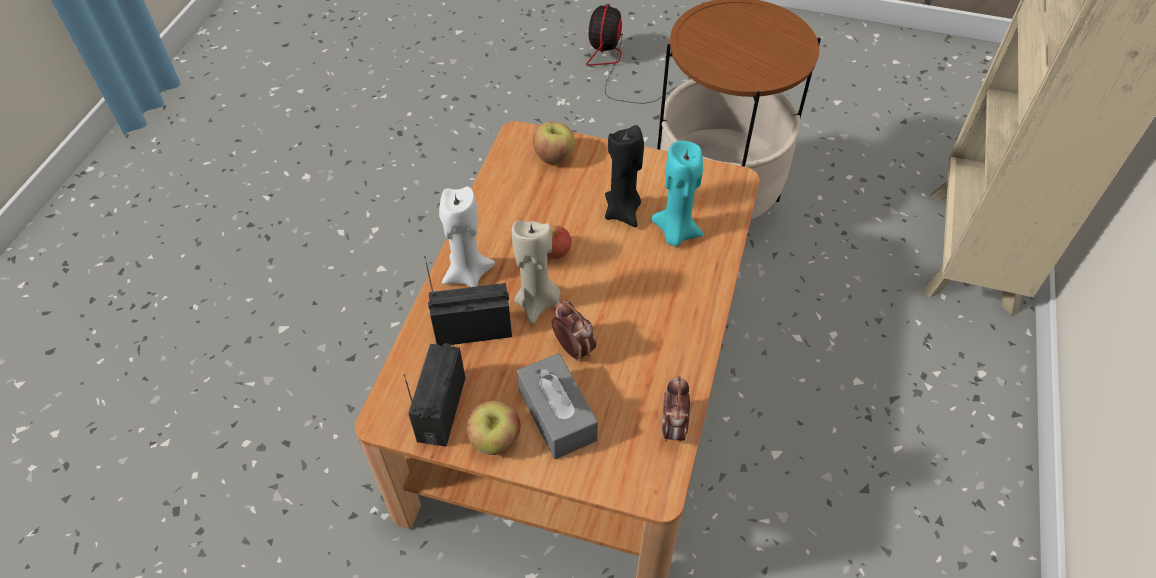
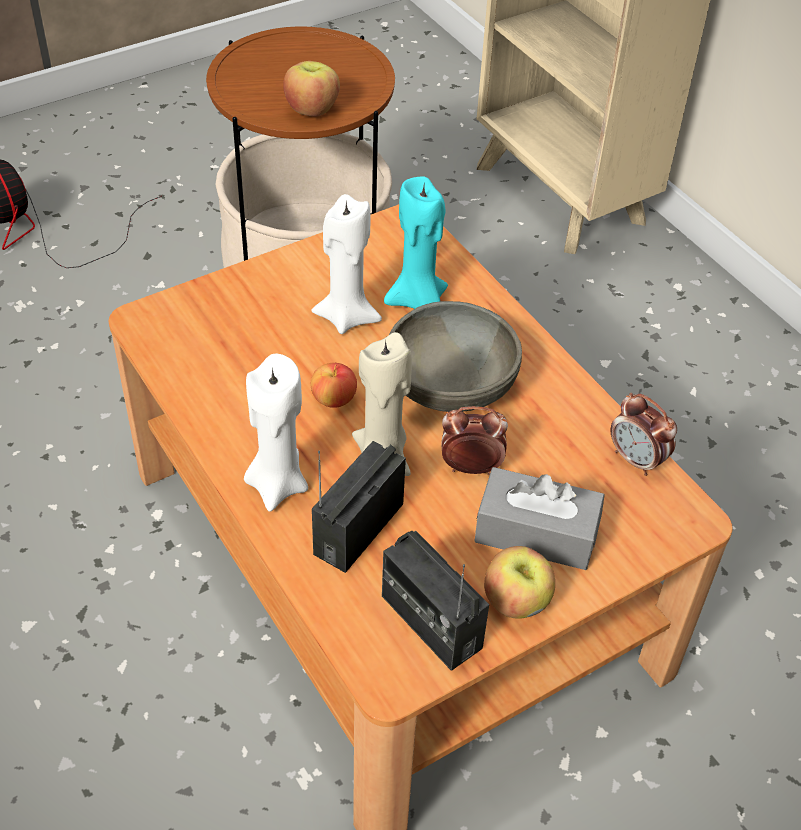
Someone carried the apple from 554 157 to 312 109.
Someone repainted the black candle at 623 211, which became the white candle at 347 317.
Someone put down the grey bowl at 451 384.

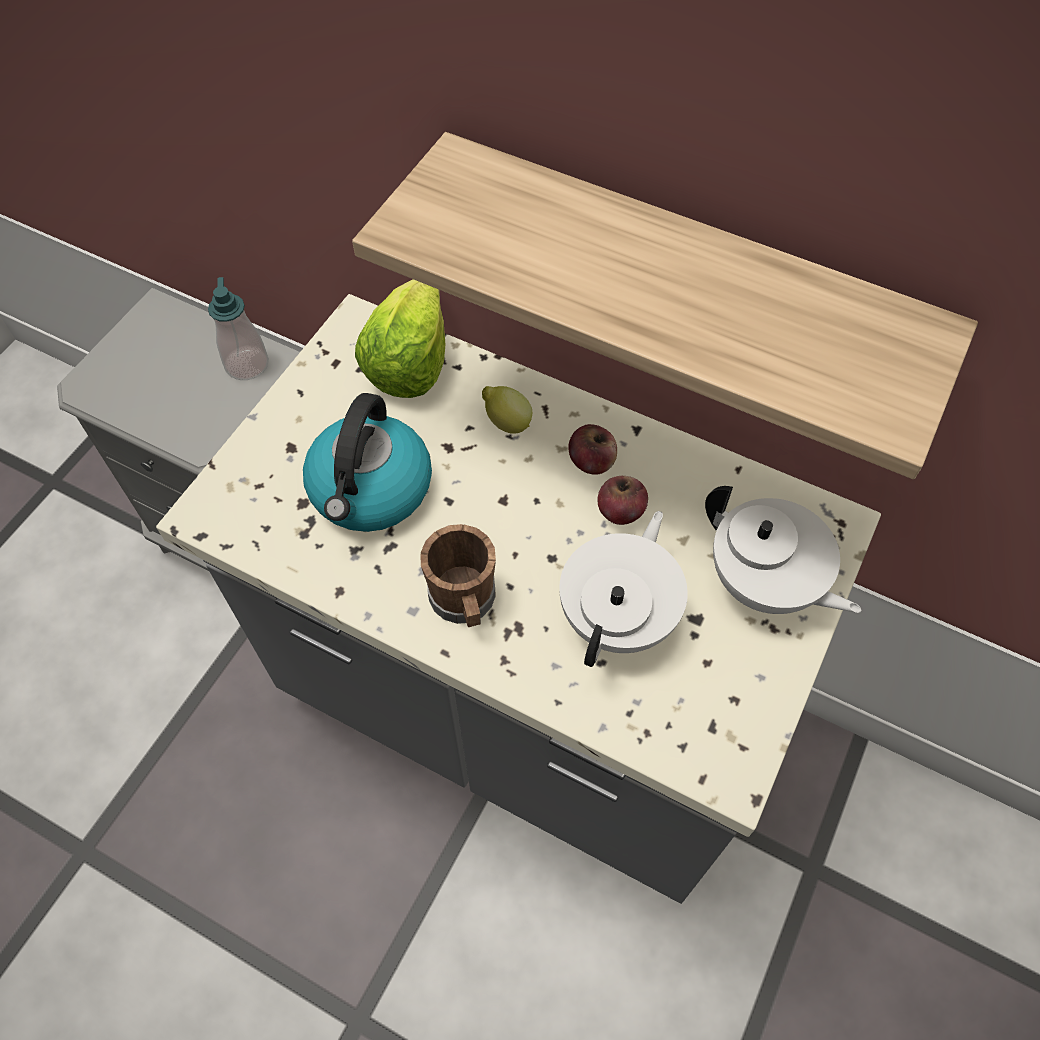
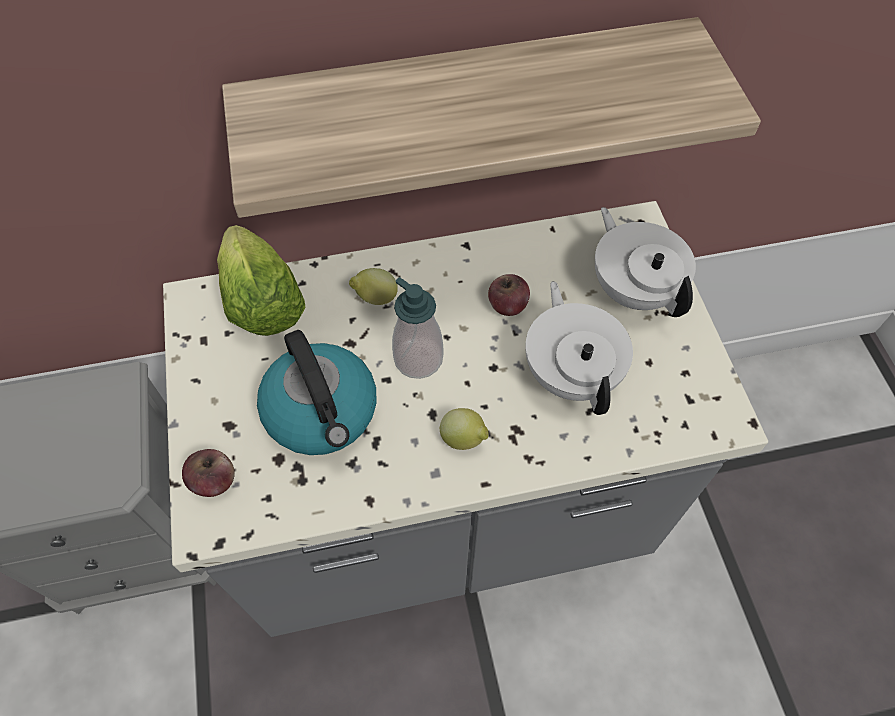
Someone carried the soap dispenser from 247 365 to 418 359.
Someone carried the apple from 591 461 to 214 481.
Someone rotated the white teapot at 763 583 by 120 degrees counterclockwise.
Someone swapped the brown mug at 464 601 for the lemon at 464 439.

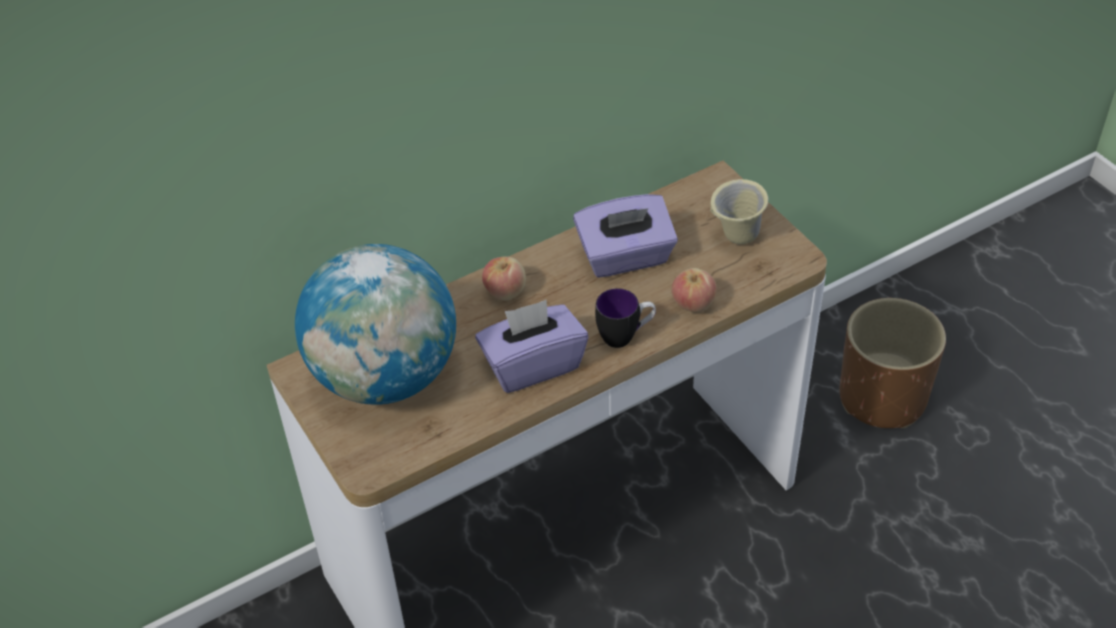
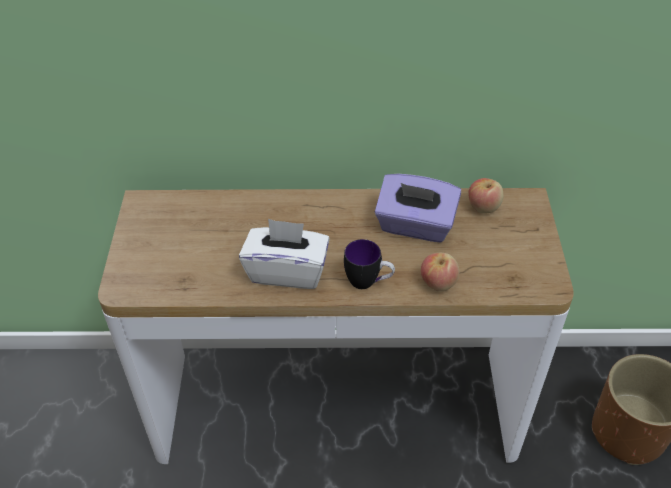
Someone took away the beige mug at 736 238.
Someone took away the globe at 386 376.
Someone carried the apple from 505 291 to 483 207.
Someone repainted the purple tissue box at 532 365, which became the white tissue box at 287 271.

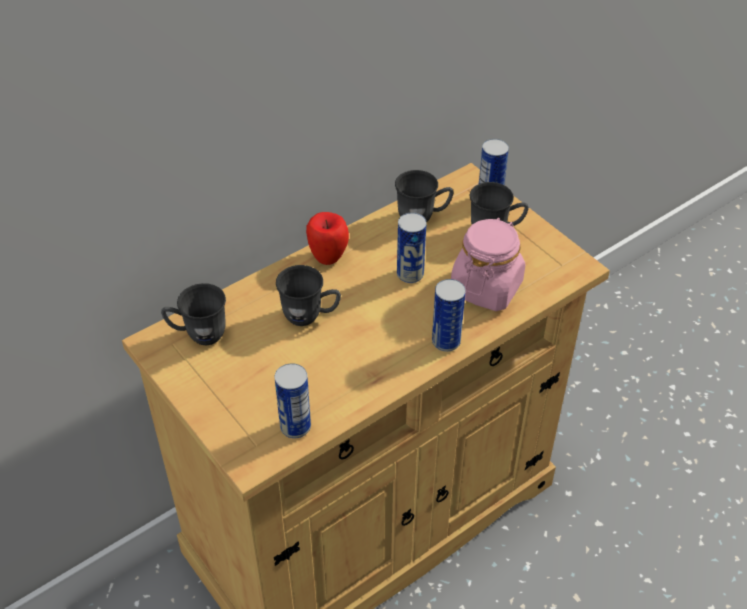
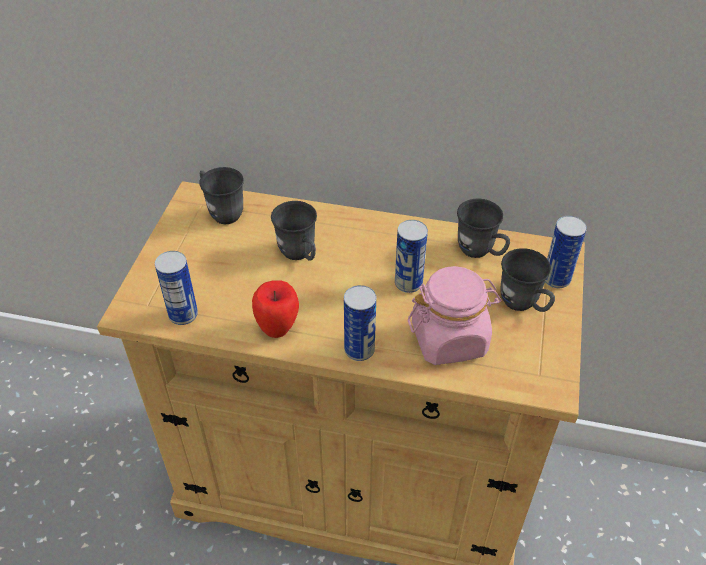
Someone carried the apple from 328 257 to 278 329.

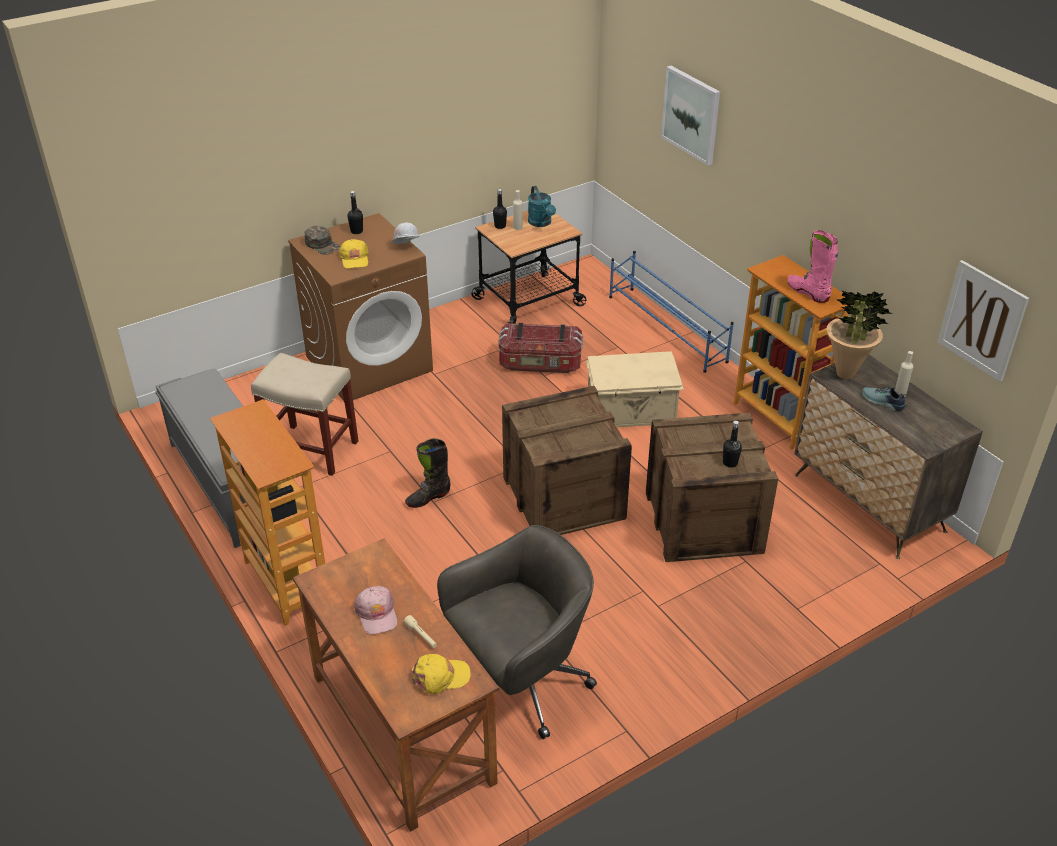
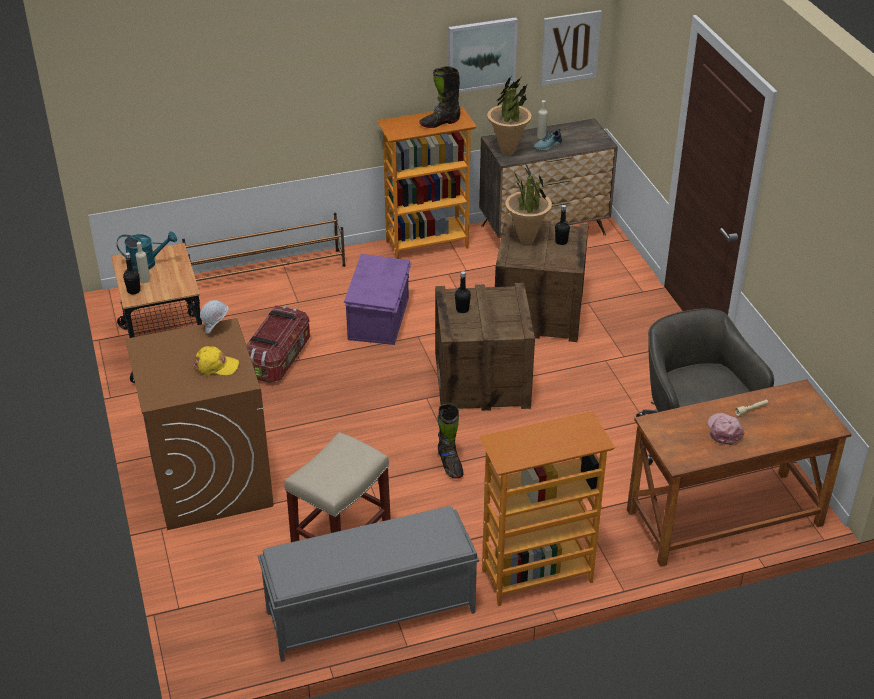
Someone carried the picture from 691 114 to 481 54.
Someone carried the black bottle from 356 231 to 462 309.
Someone took away the green cap at 322 245.
Someone repainted the pink boot at 808 293, which became the black boot at 439 123.
Someone repainted the blue shoe rack at 666 329, which became the brown shoe rack at 267 271.
Someone repainted the beige storage box at 632 411, which became the purple storage box at 380 318.
Someone rotated the pink cap at 377 614 by 90 degrees counterclockwise.
Someone took away the yellow cap at 440 677.
Someone put down the potted plant at 527 240.

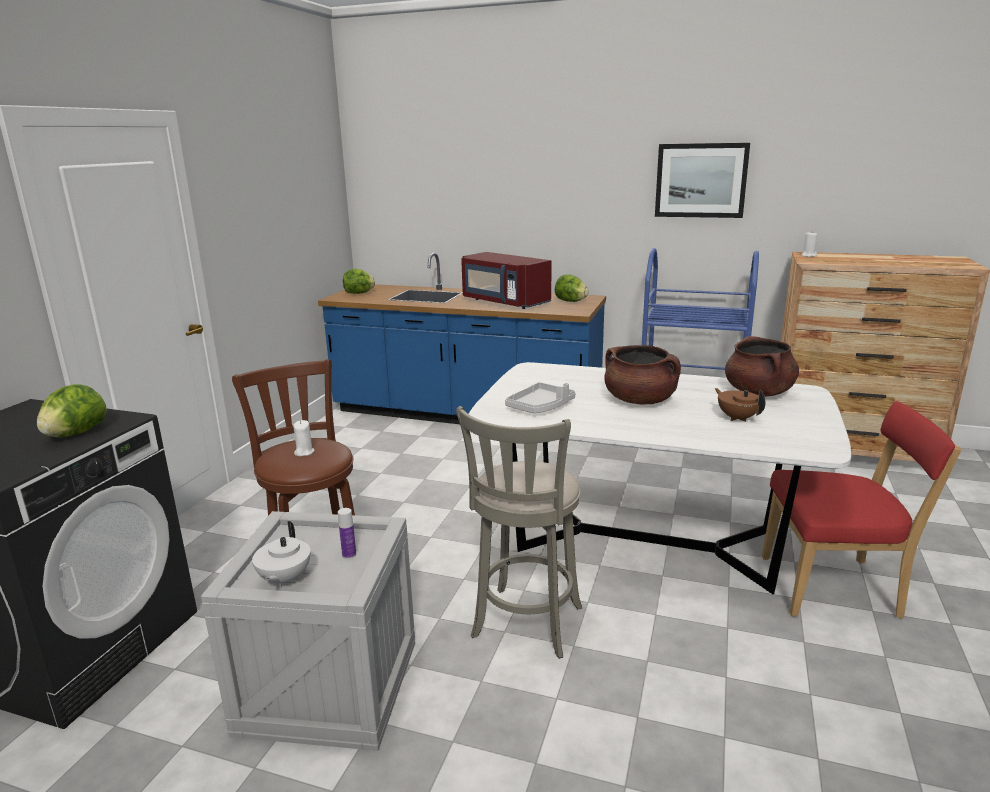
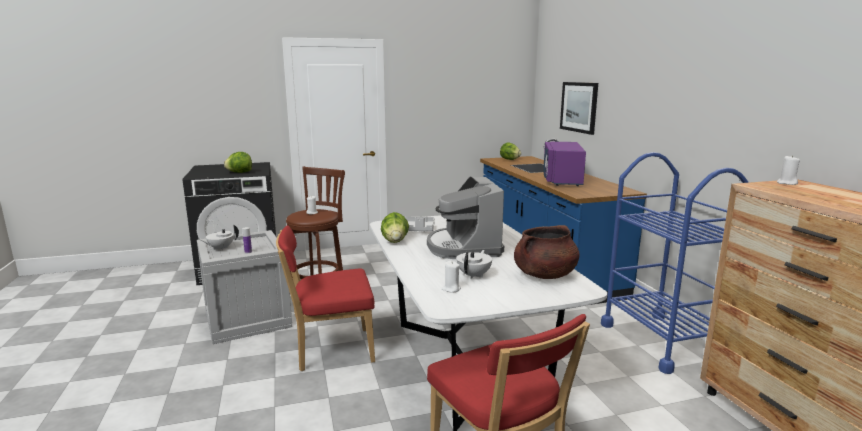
Someone carried the picture from 701 180 to 579 107.
Someone repainted the red microwave at 504 302, which became the purple microwave at 561 180.
Someone carried the lettuce from 570 301 to 395 241.
Someone swapped the brown cooking pot at 639 400 for the coffee machine at 464 247.
Someone repainted the brown teapot at 737 418, which became the white teapot at 474 275.
Someone swapped the grey stool at 525 626 for the red chair at 330 350.
Someone put down the white candle at 451 289.

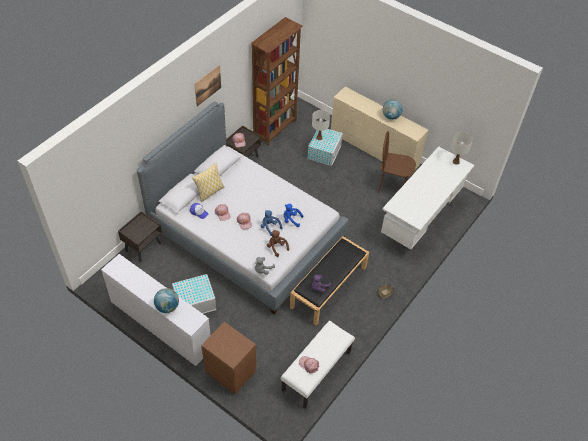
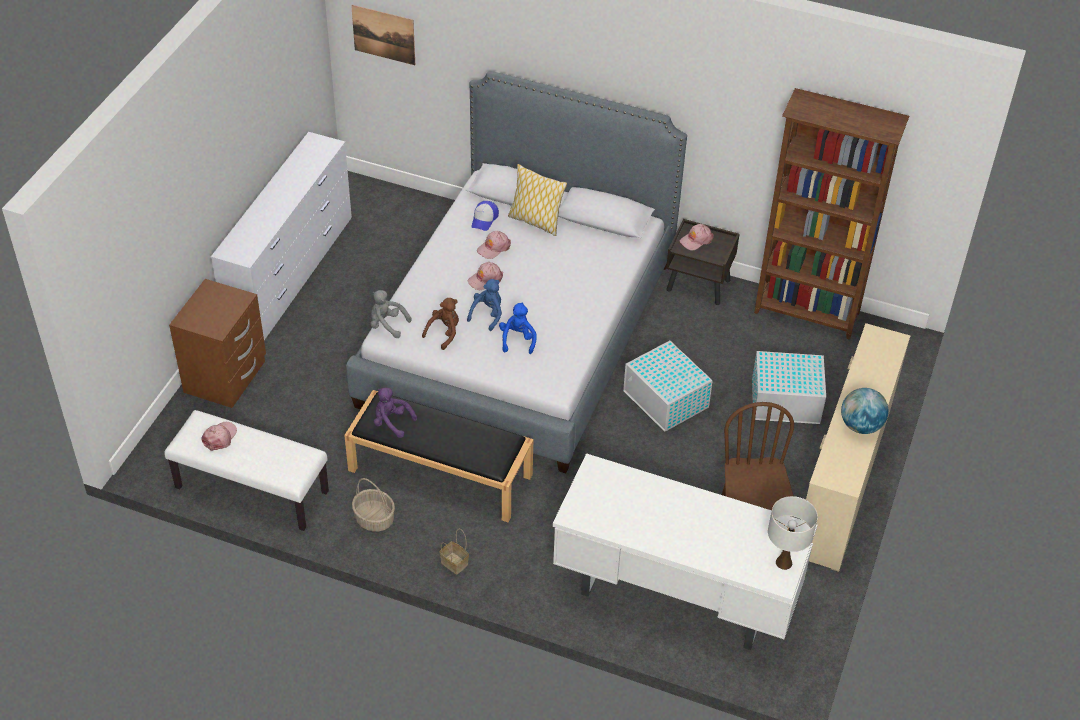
Someone carried the picture from 207 85 to 383 34.
Someone took away the white table lamp at 319 137.
Someone took away the brown nightstand at 143 247.
Someone carried the white storage box from 195 302 to 666 400.
Someone took away the globe at 167 307.
Someone put down the basket at 374 519.

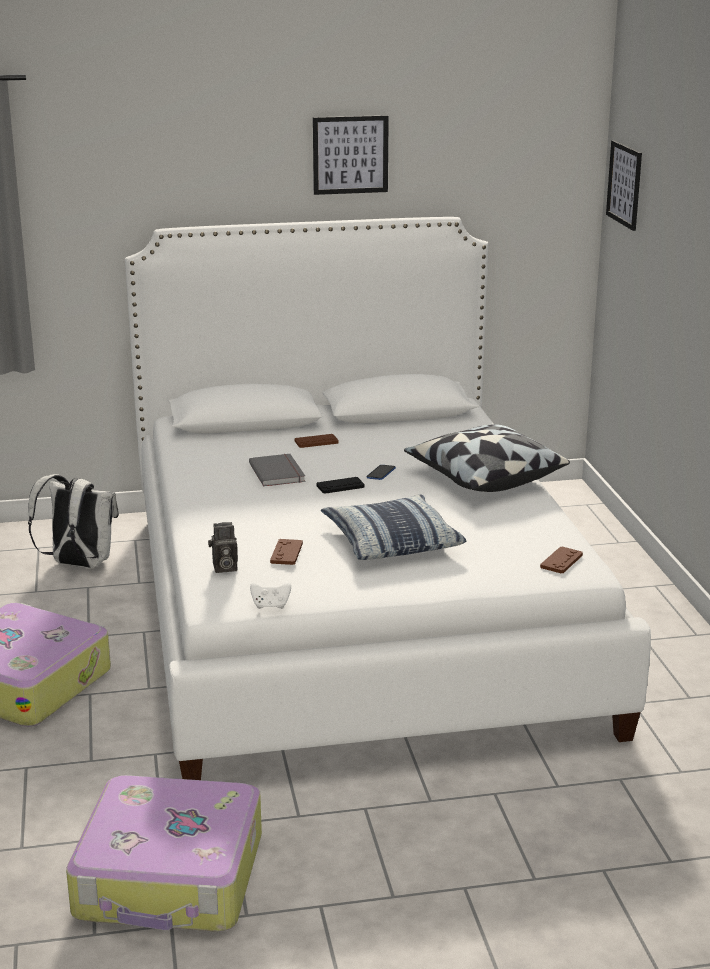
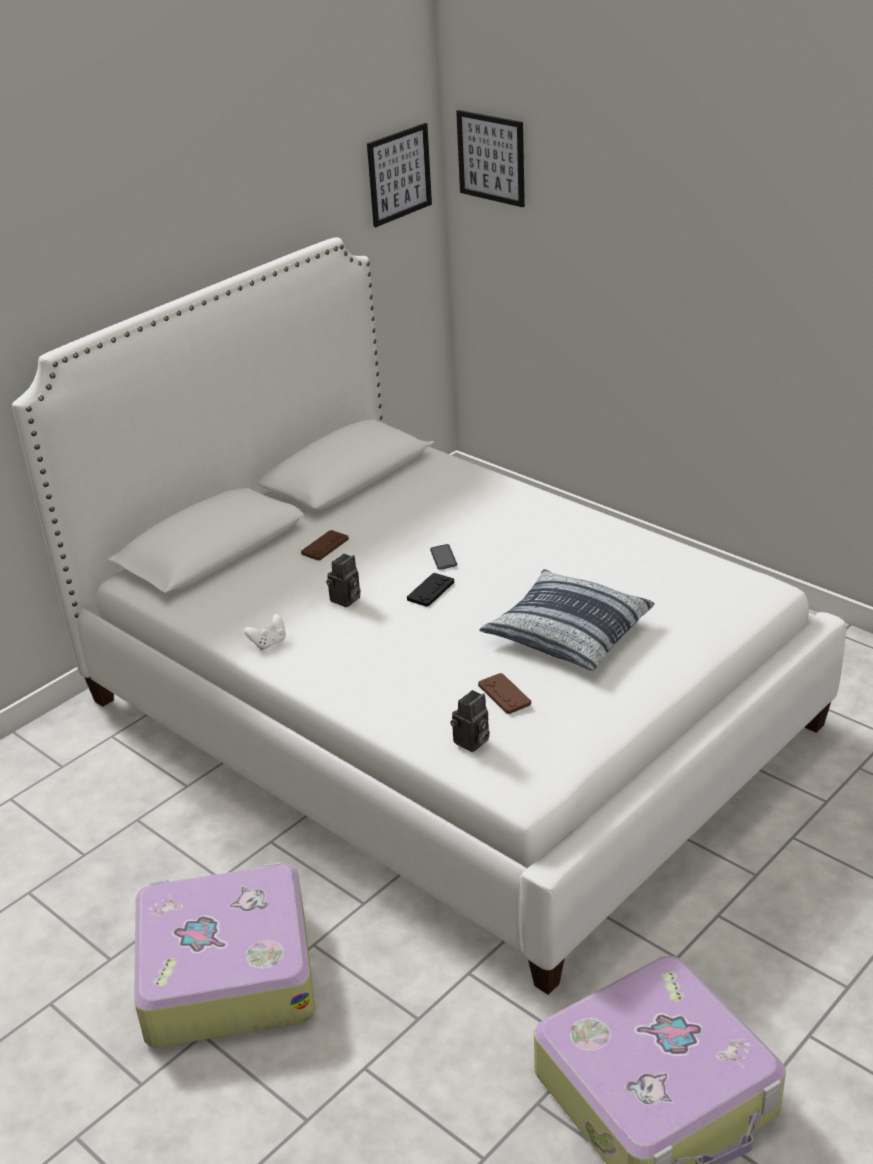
Someone carried the picture from 350 154 to 399 174.
Someone took away the pillow at 483 478.
Someone swapped the grey book at 279 472 for the photo camera at 345 600.
Someone took away the white backpack at 78 564.
Someone took away the brown game controller at 561 561.
Someone carried the white game controller from 270 606 to 268 643.

